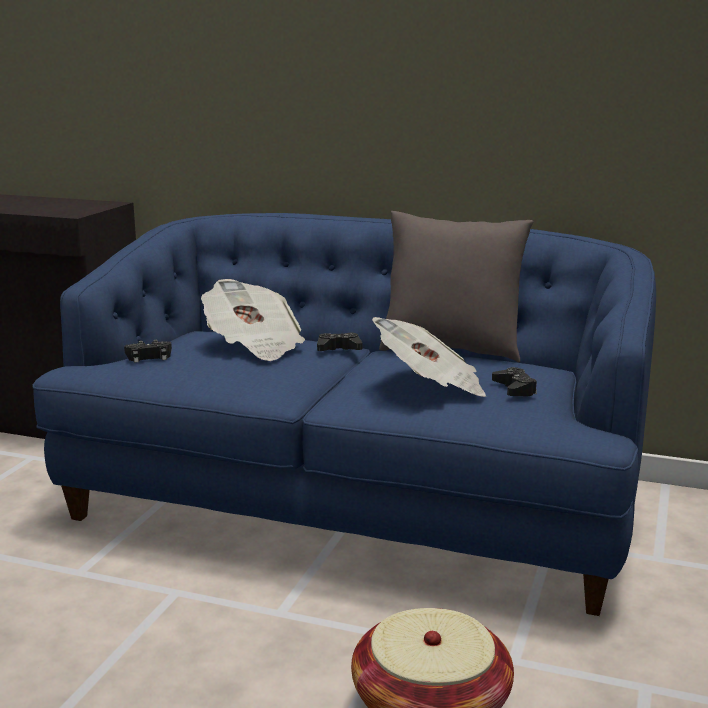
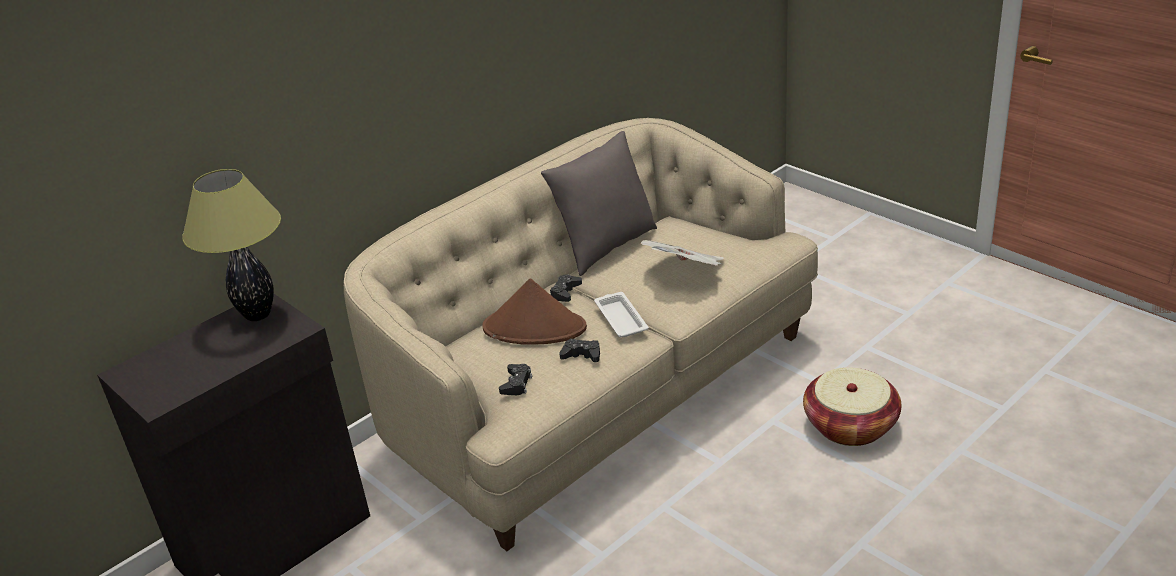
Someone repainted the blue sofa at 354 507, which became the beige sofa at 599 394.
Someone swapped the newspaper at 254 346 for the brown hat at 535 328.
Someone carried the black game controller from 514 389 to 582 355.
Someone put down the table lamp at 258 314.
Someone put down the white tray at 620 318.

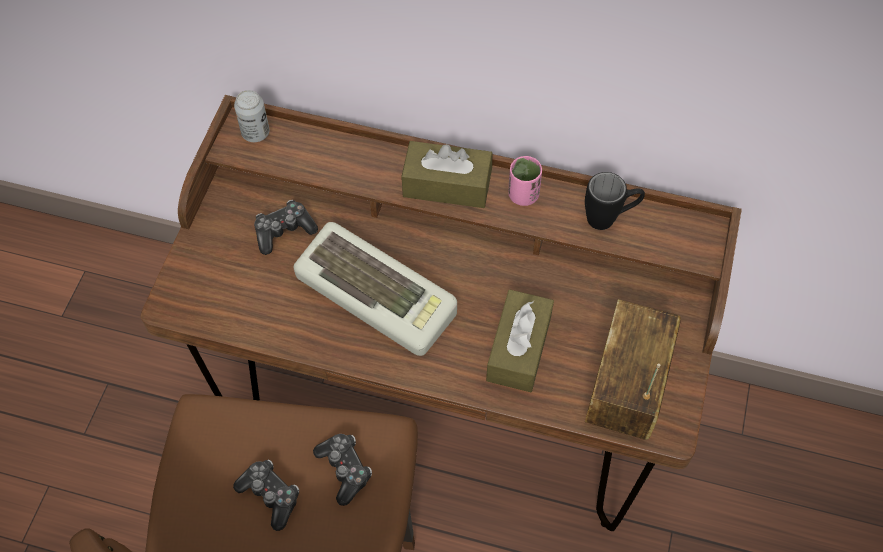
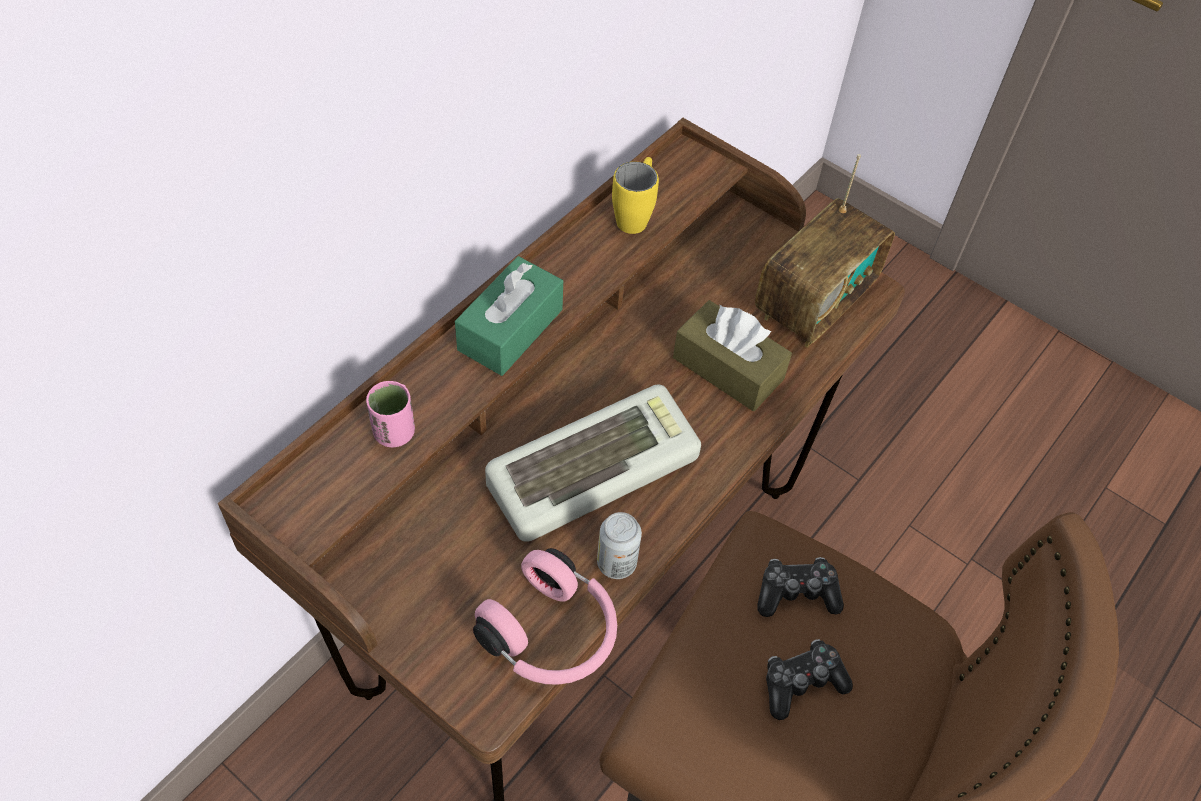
Someone carried the can from 255 133 to 616 563.
Someone repainted the brown tissue box at 447 185, which became the green tissue box at 510 329.
Someone carried the pink cup from 523 195 to 394 433.
Someone repainted the black mug at 609 218, which became the yellow mug at 635 215.
Someone took away the game controller at 284 231.
Someone rotated the radio at 626 389 by 90 degrees counterclockwise.
Someone put down the pink headphones at 551 634.

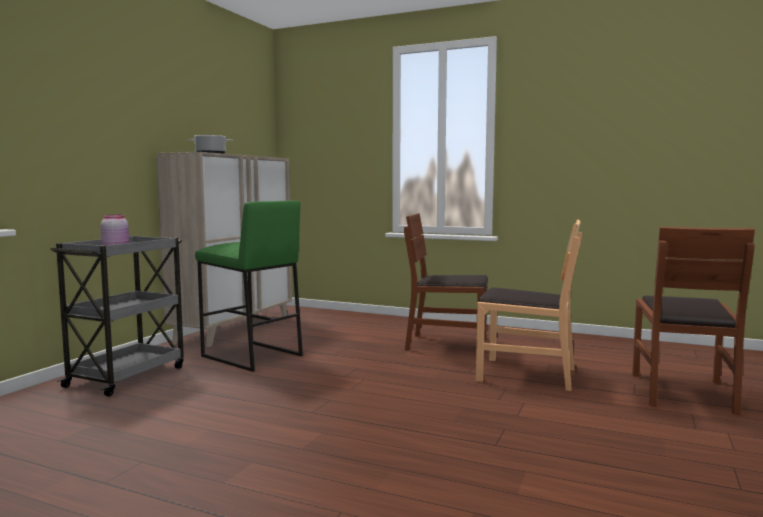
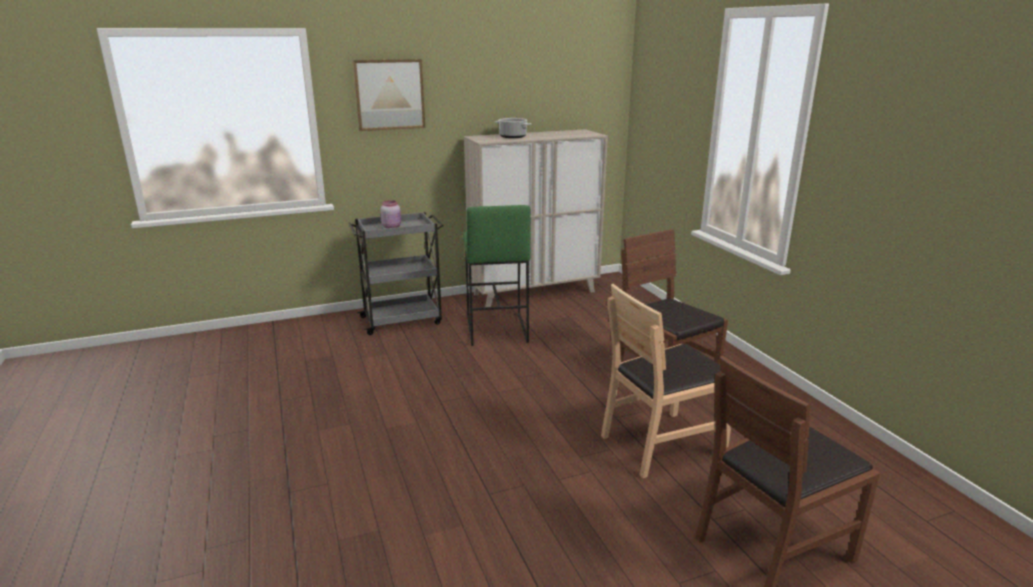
Someone rotated the brown chair at 526 374 by 90 degrees clockwise.
Someone put up the picture at 389 94.

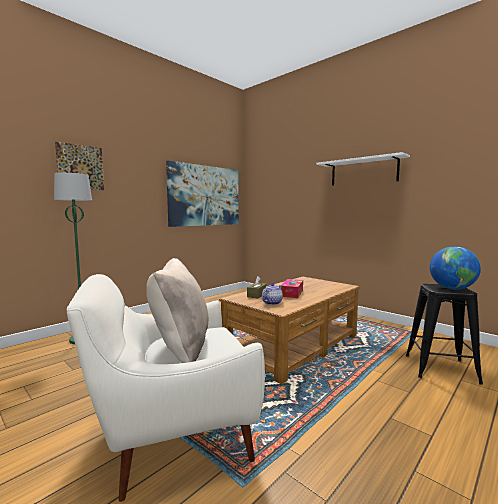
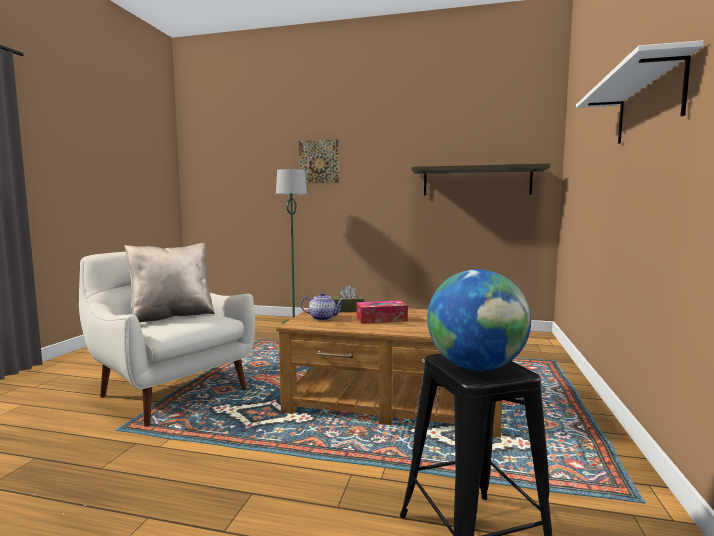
Someone swapped the picture at 205 196 for the shelf at 476 181.

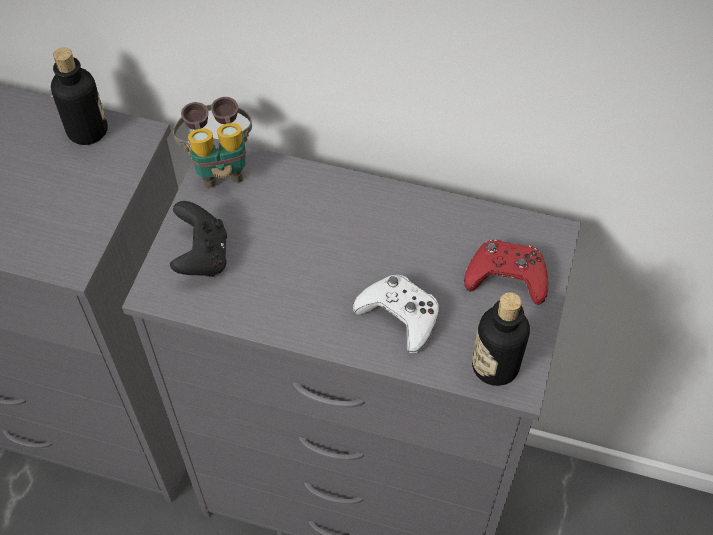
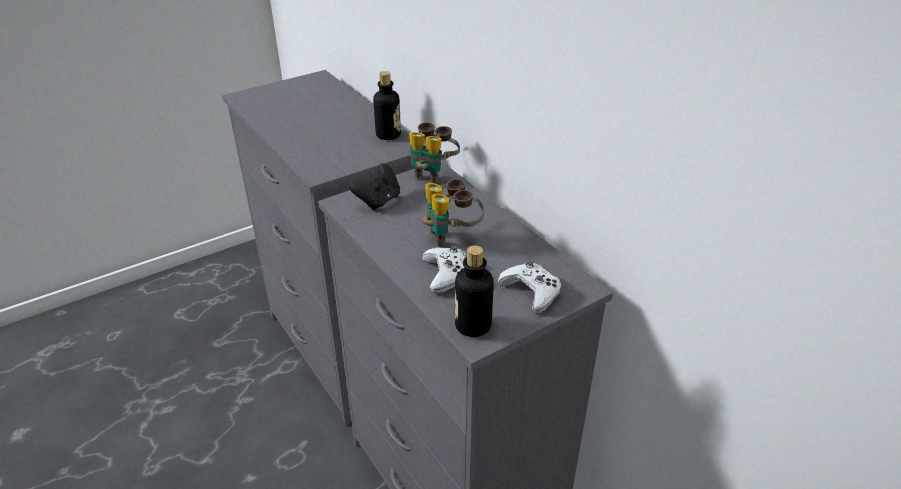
Someone repainted the red game controller at 507 277, which became the white game controller at 531 291.
Someone put down the binoculars at 452 236.

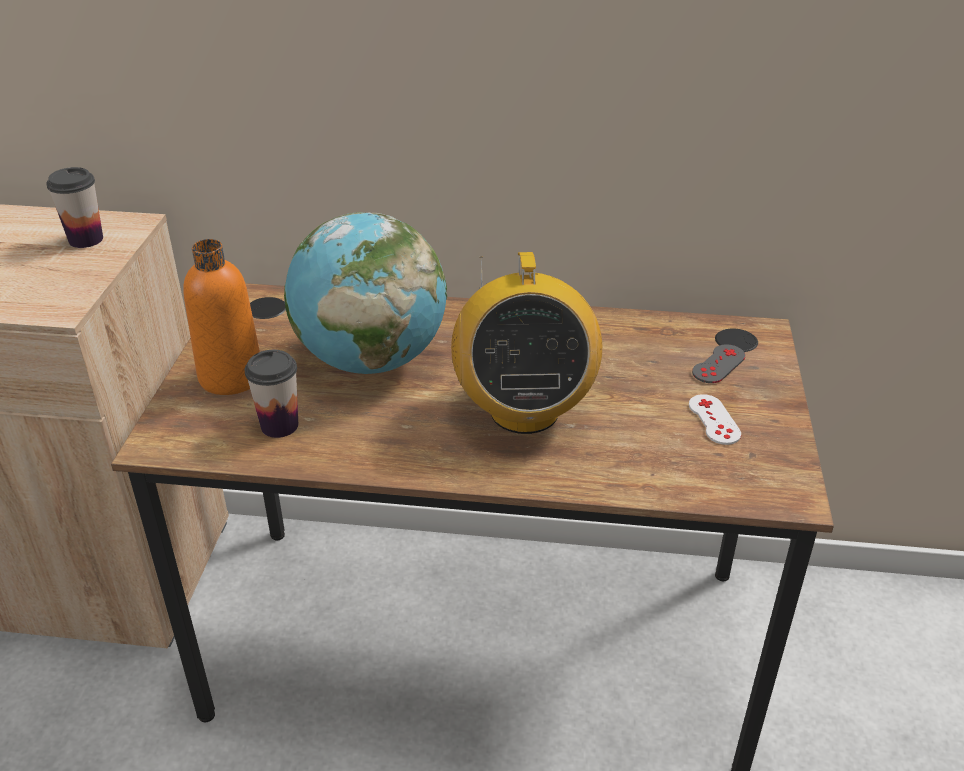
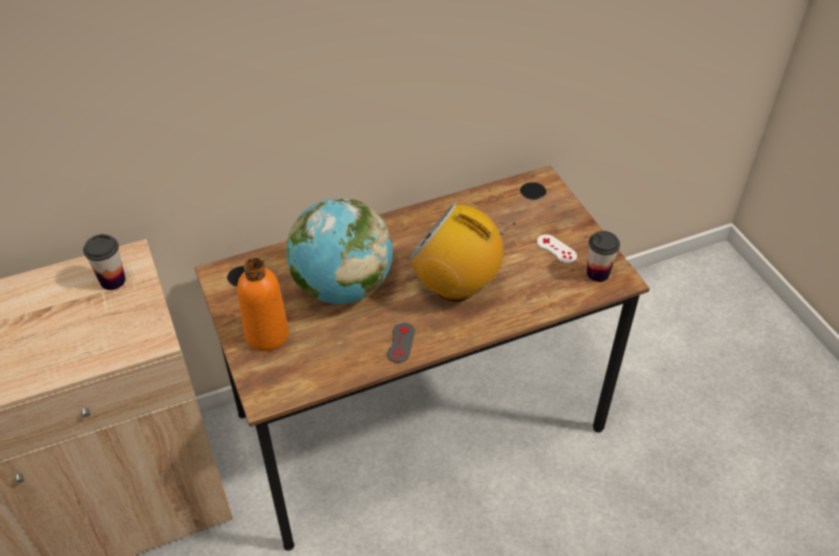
Someone rotated the radio at 523 411 by 150 degrees clockwise.
Someone carried the grey game controller from 718 364 to 401 342.
Someone carried the cup from 279 425 to 597 273.

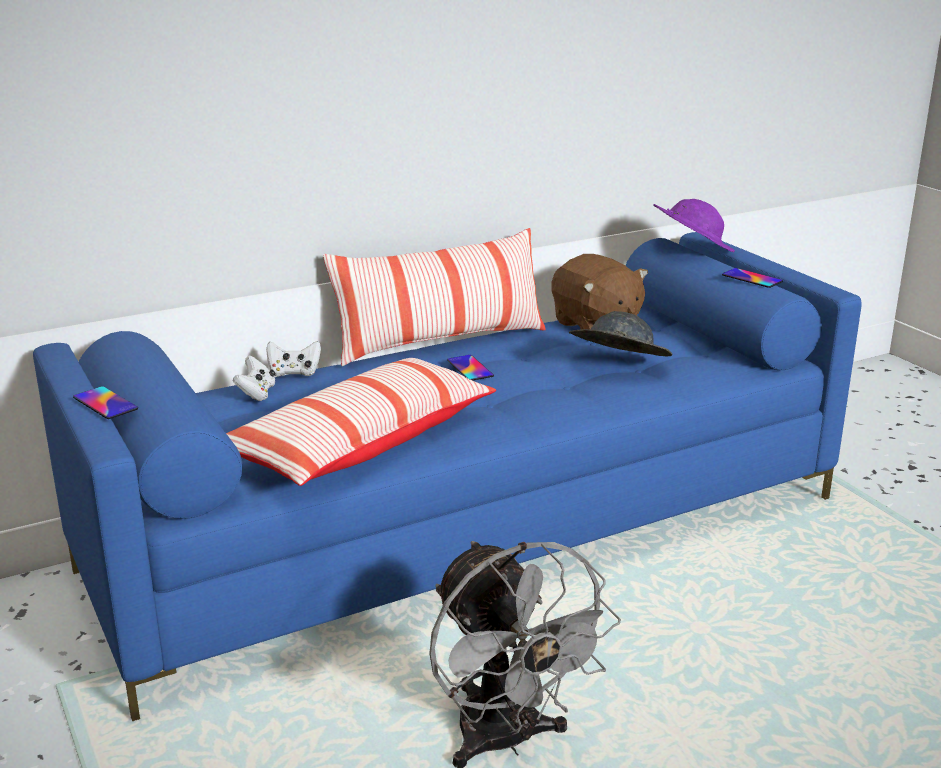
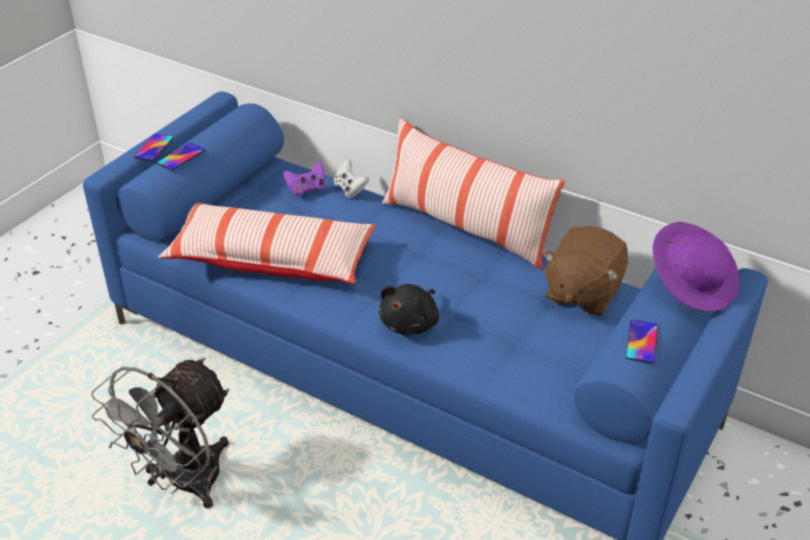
Someone took away the grey hat at 617 366.
Someone repainted the white game controller at 256 394, which became the purple game controller at 306 189.
Someone carried the phone from 470 368 to 181 157.
Someone put down the black plush toy at 411 323.

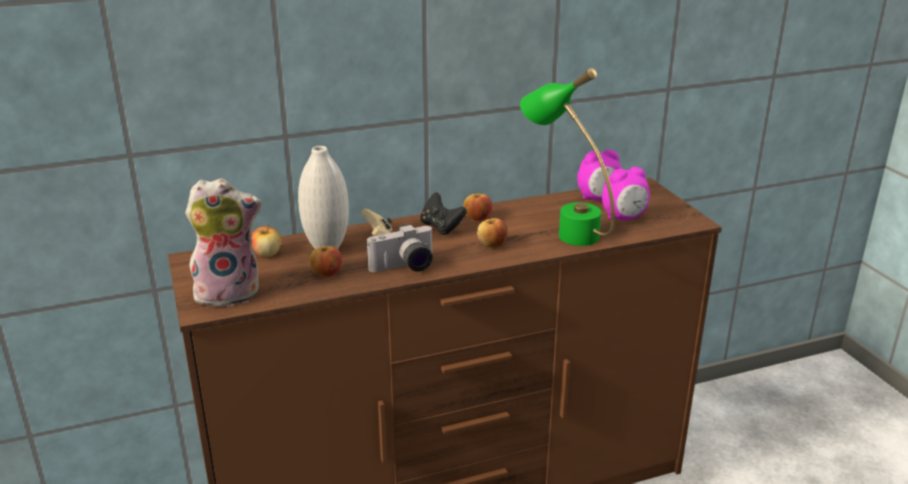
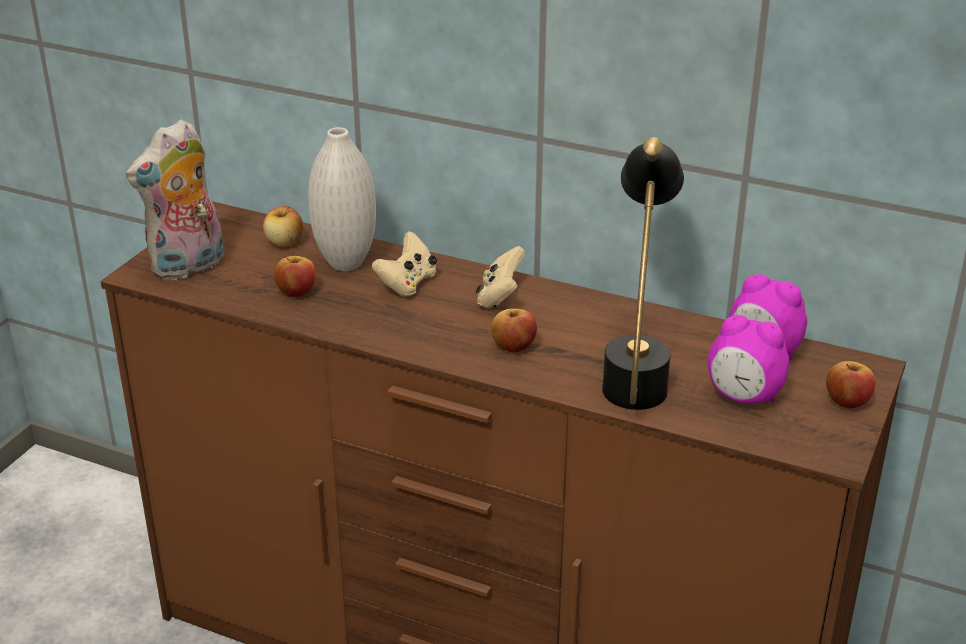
Someone repainted the green table lamp at 565 229, which became the black table lamp at 636 372.
Someone rotated the plush toy at 229 292 by 105 degrees clockwise.
Someone repainted the black game controller at 441 227, which became the beige game controller at 500 297.
Someone carried the apple from 477 218 to 847 402.
Someone took away the photo camera at 404 268.

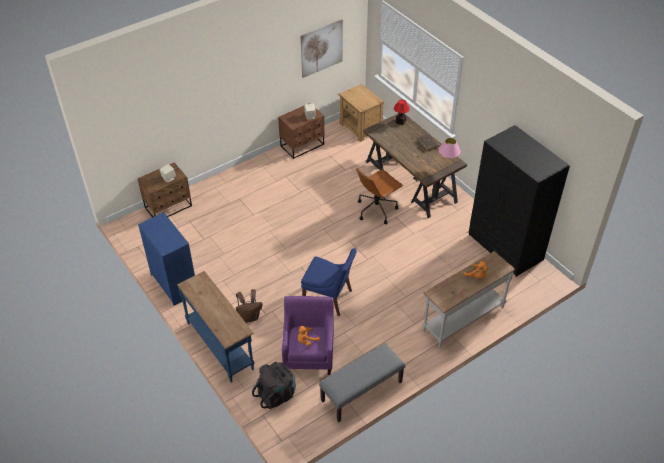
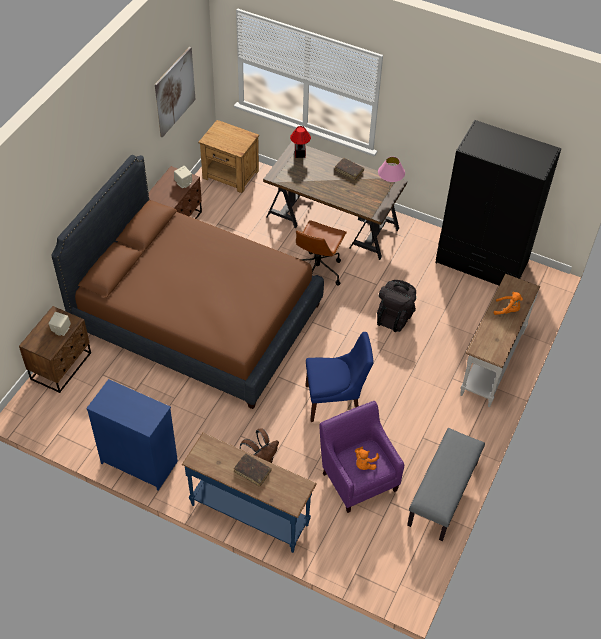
Someone carried the black backpack from 276 394 to 394 317.
Someone put down the brown bed at 197 317.
Someone put down the brown book at 252 471.

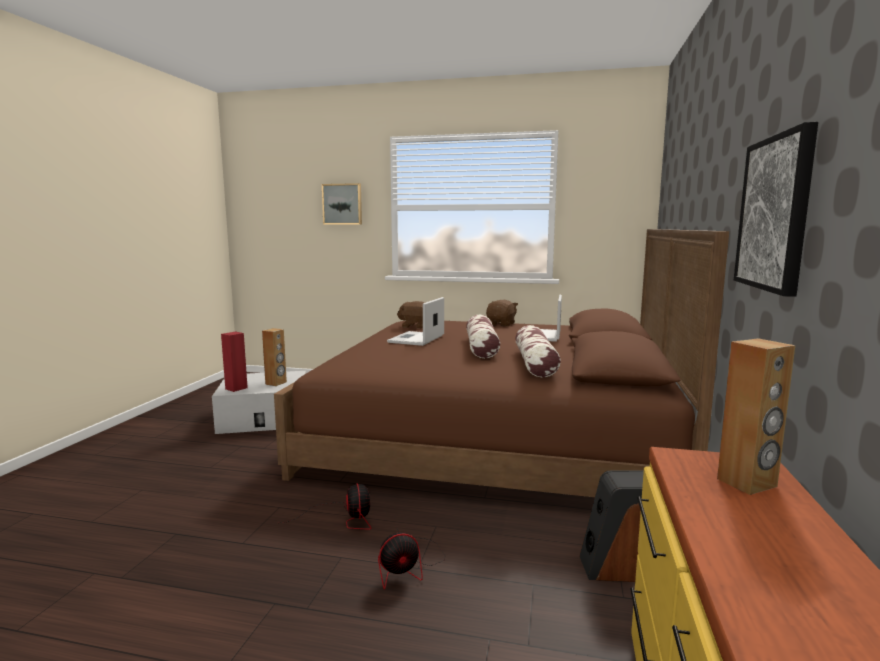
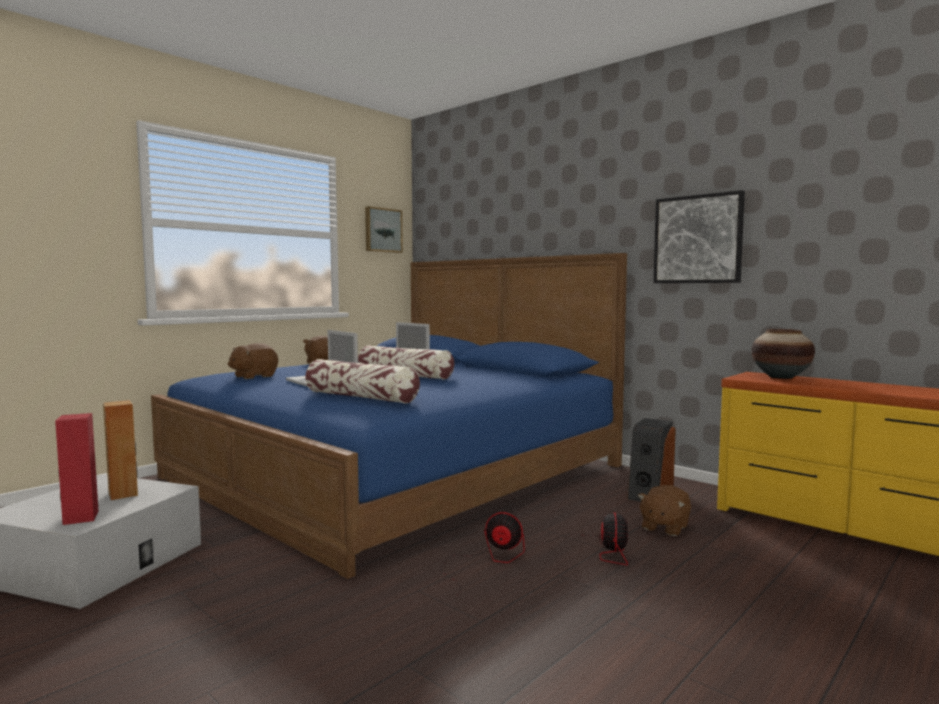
Someone carried the picture from 342 204 to 382 230.
Someone repainted the brown bed at 496 432, which became the blue bed at 396 470.
Someone carried the pillow from 535 363 to 361 397.
Someone swapped the brown speaker at 747 483 for the vase at 780 377.
Someone put down the brown plush toy at 664 527.

